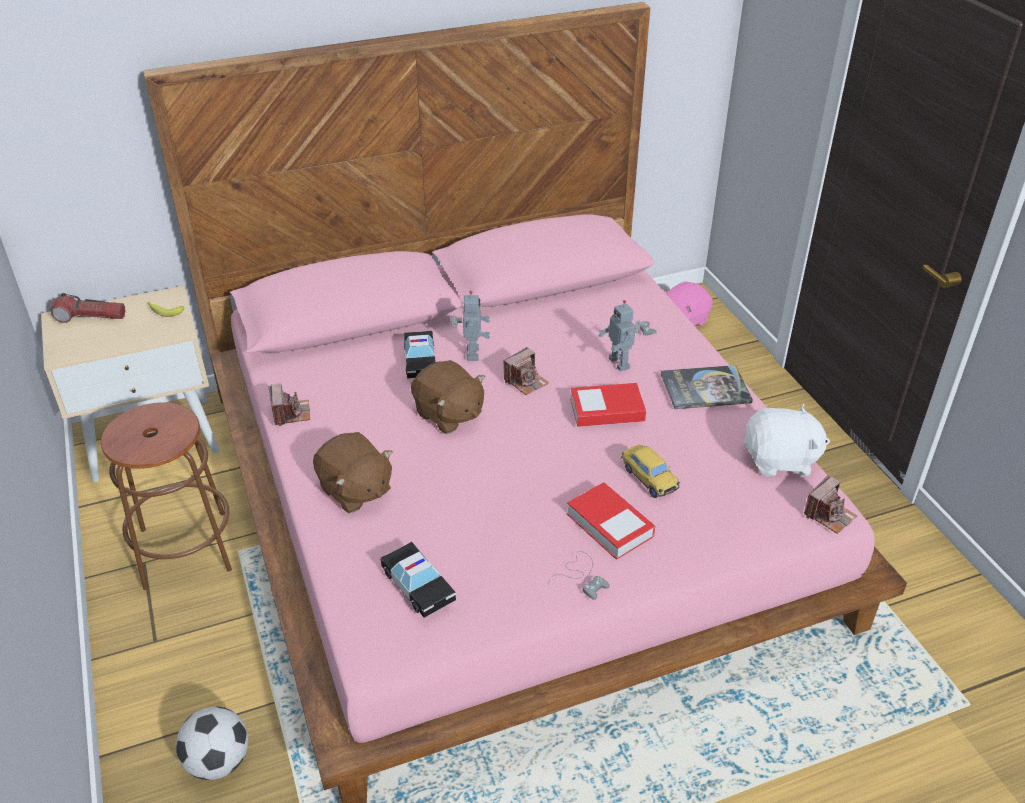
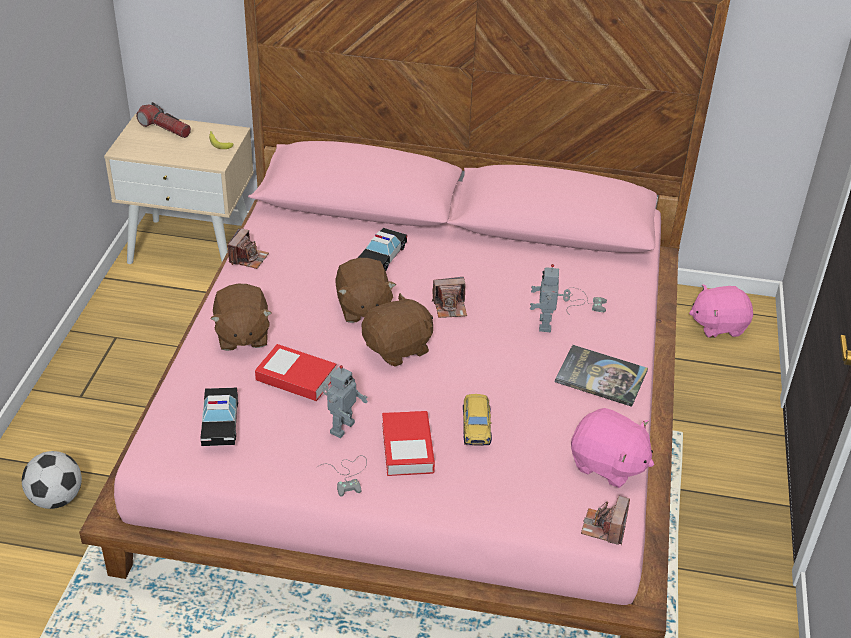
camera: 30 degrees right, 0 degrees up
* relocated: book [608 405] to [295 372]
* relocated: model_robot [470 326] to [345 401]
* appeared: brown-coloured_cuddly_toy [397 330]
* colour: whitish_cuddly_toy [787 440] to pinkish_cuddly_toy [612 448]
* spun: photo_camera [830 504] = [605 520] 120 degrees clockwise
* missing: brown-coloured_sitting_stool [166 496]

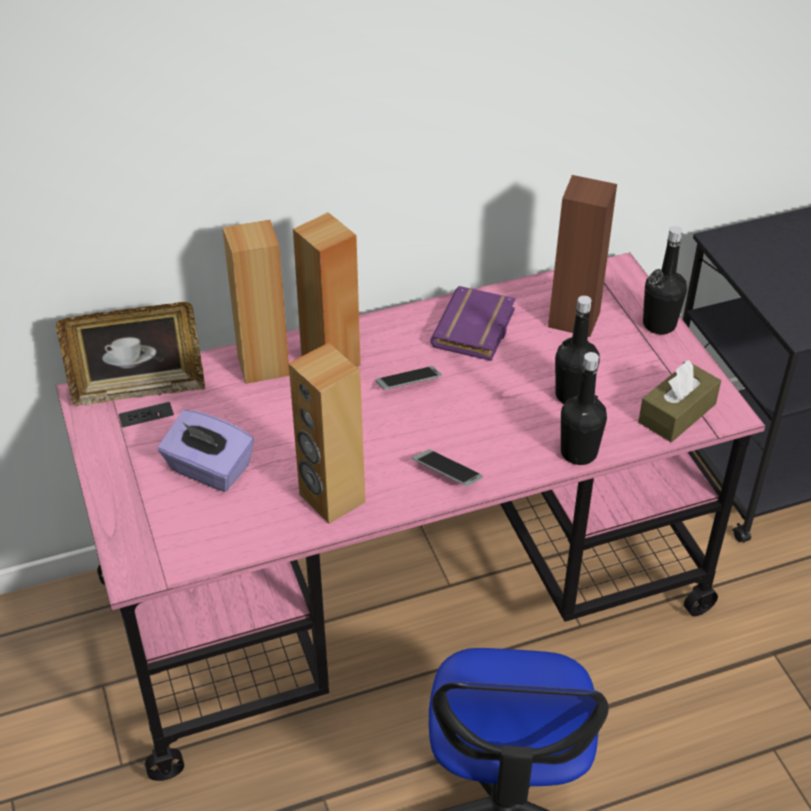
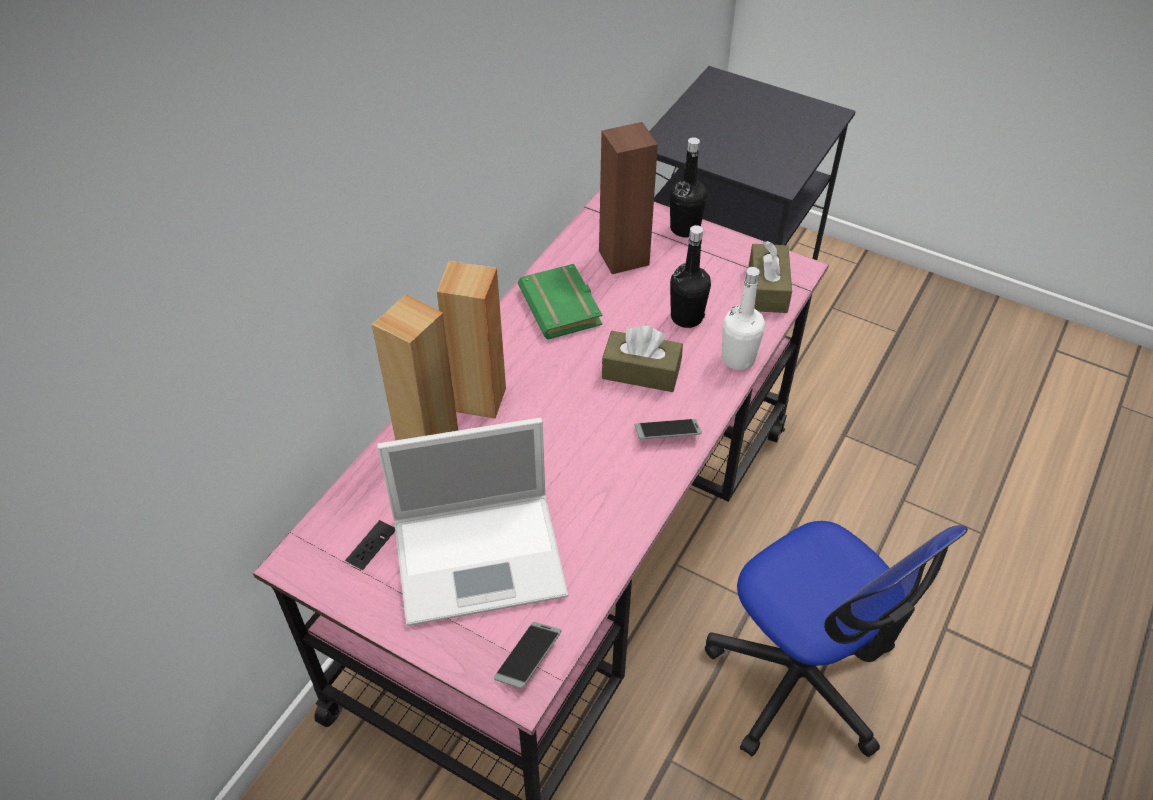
camera: 40 degrees left, 5 degrees up
* exchanged: purple-coloured_box_of_tissues [206 451] to laptop [472 521]
* relocated: telephone [408 378] to [527 655]
* colour: purple-coloured_book [473 323] to green_book [560 302]
* appeared: brown-coloured_box_of_tissues [642 359]
* colour: black_bottle [584 408] to whitish_bottle [743 318]
* missing: picture_frame [130 354]
* missing: brown-coloured_speaker [327 433]

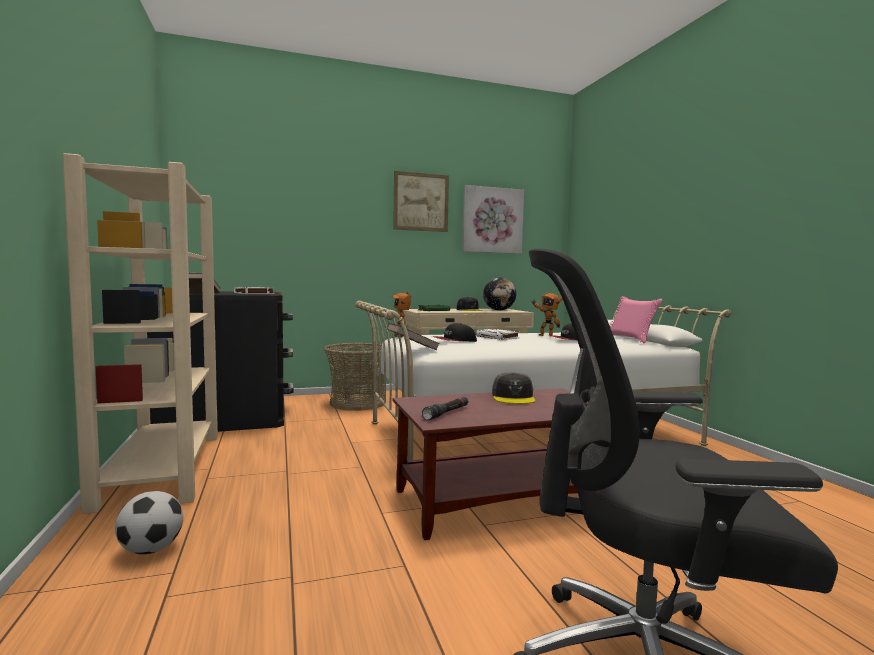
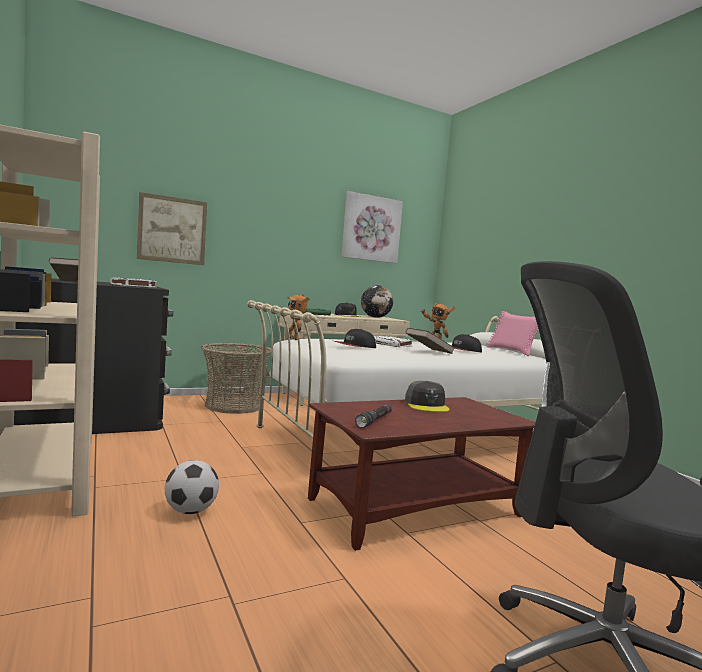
camera: 10 degrees left, 0 degrees up
* relocated: wall_picture [421 201] to [172 228]
* relocated: football_ball [149 522] to [192 487]
* relocated: brown-coloured_book [413 336] to [429 341]

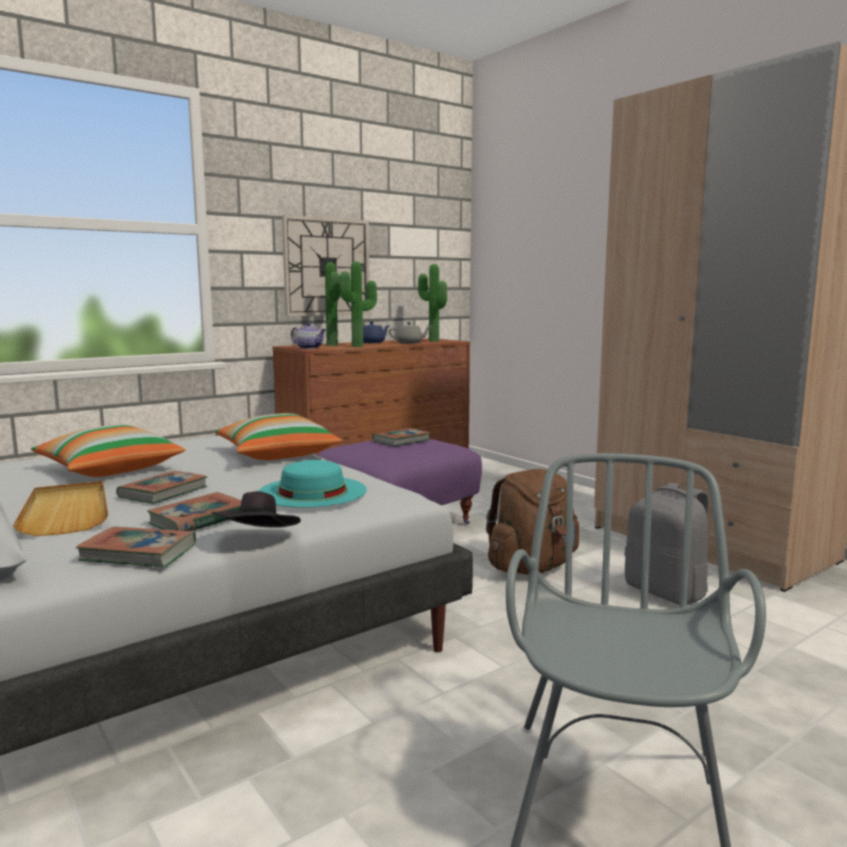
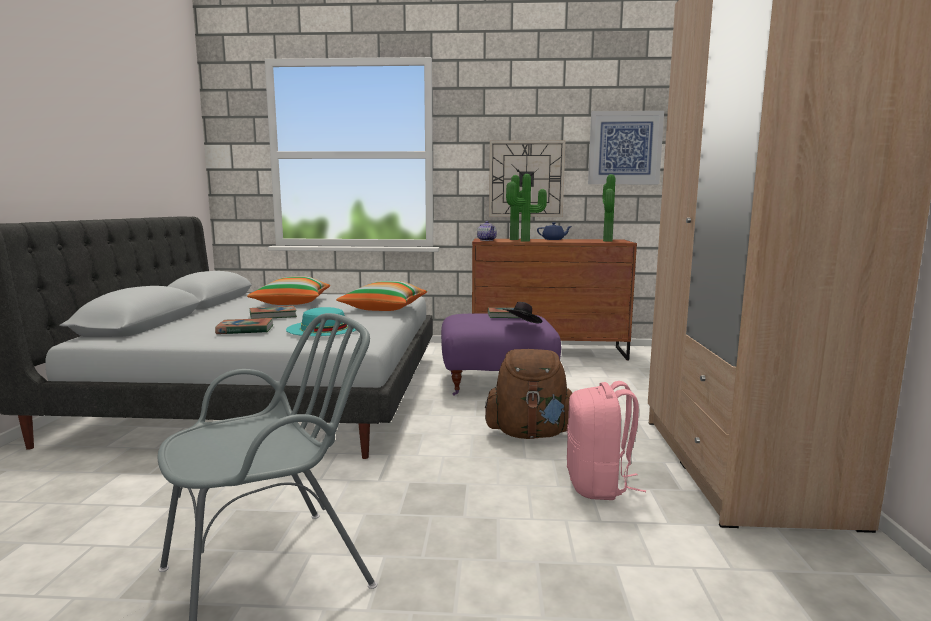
camera: 40 degrees right, 0 degrees up
* relocated: black_hat [256 509] to [522 313]
* colour: grey_backpack [667 544] to pinkish_backpack [606 440]
* appeared: wall_picture [626 147]
* missing: beige_serving_tray [60 508]
* missing: book [136 547]
* missing: grey_teapot [410 333]

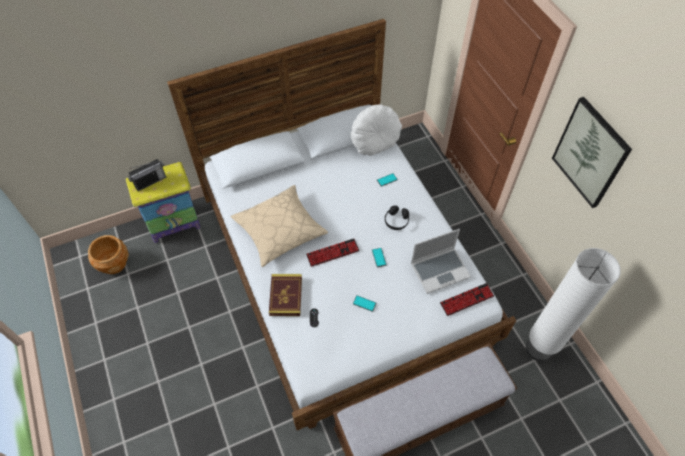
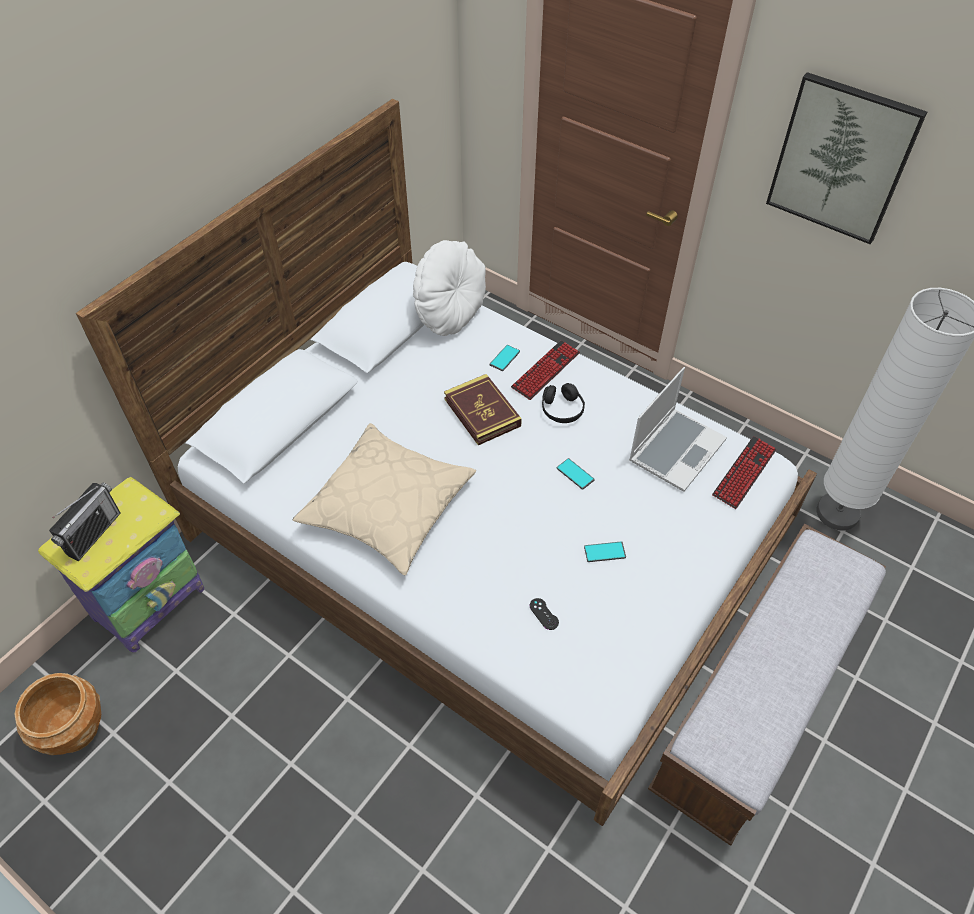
camera: 30 degrees left, 5 degrees down
* relocated: book [285 295] to [483 409]
* relocated: PC_keyboard [332 252] to [545 370]

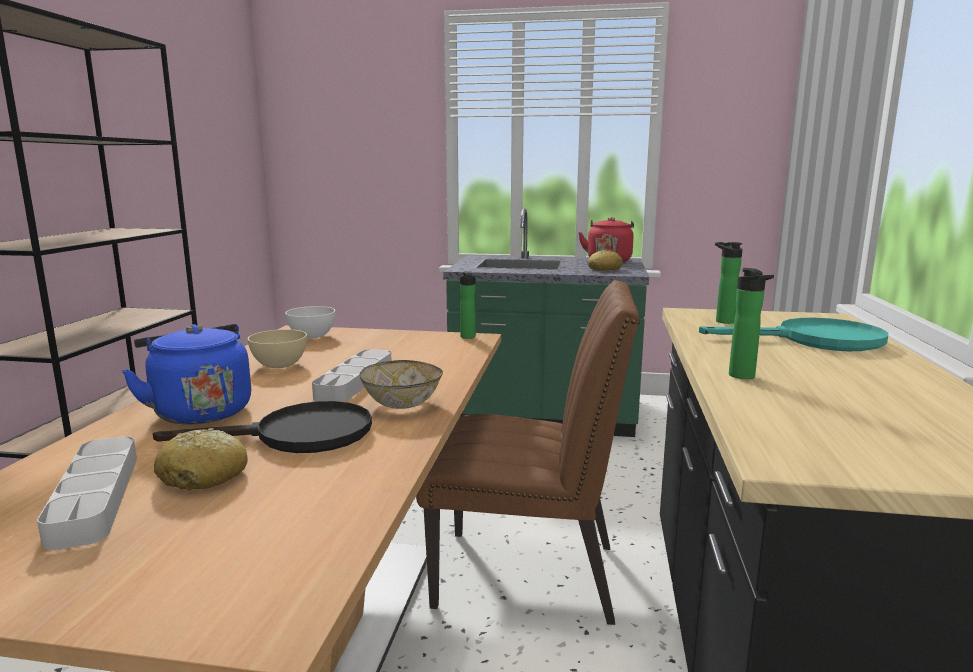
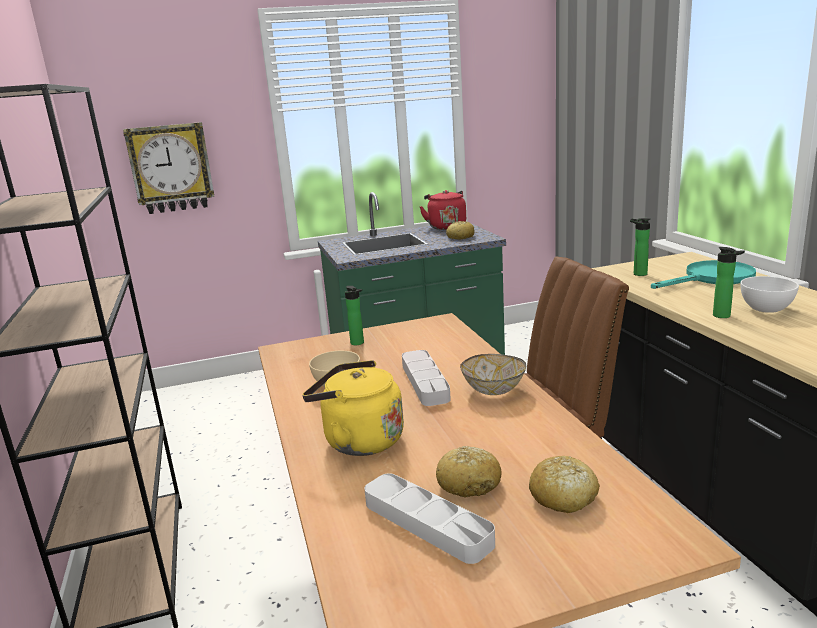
camera: 25 degrees left, 5 degrees up
* appeared: clock_on_the_wall [168 168]
* colour: blue-coloured_tea_kettle [186 374] to yellowish_tea_kettle [353 408]
* relocated: bottle [468 305] to [354 315]
* appeared: baked_bread [564 484]
* relocated: whitish_deep_dish [310 322] to [770 294]
* missing: black_skillet [262 427]

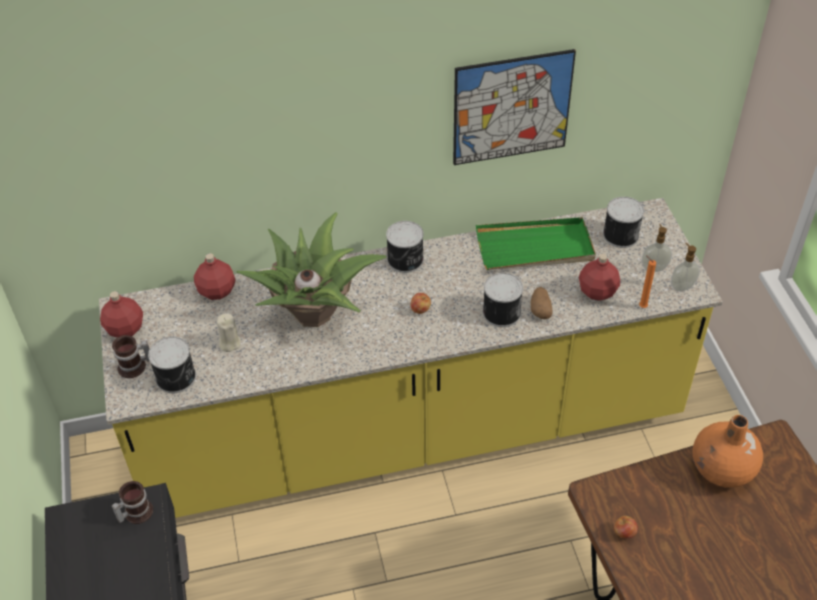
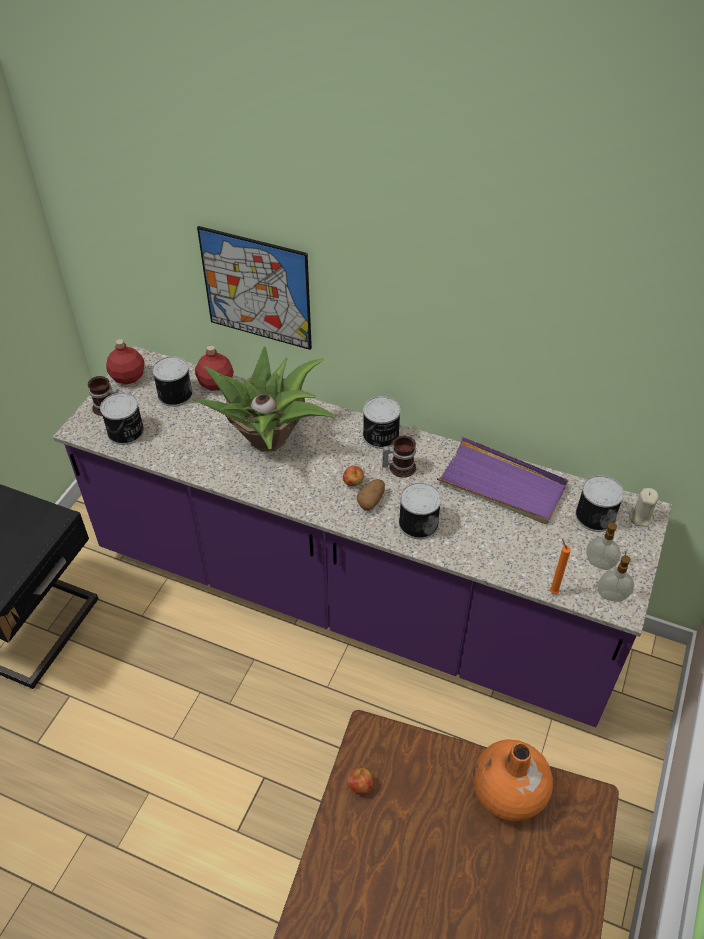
camera: 35 degrees right, 0 degrees up
* colour: yellowish_kitchen_counter [411 358] to purple-coloured_kitchen_counter [362 536]
* appeared: can [172 381]
* relocated: wall_picture [514 107] to [254 288]
* relocated: whole_potato [542 303] to [371 495]
* relocated: coffee_mug [132 502] to [399 457]
* colour: green_serving_tray [536 243] to purple-coloured_serving_tray [502 480]
* relocated: beige_wax_candle [229 332] to [644 507]
* missing: red_bottle [599 277]

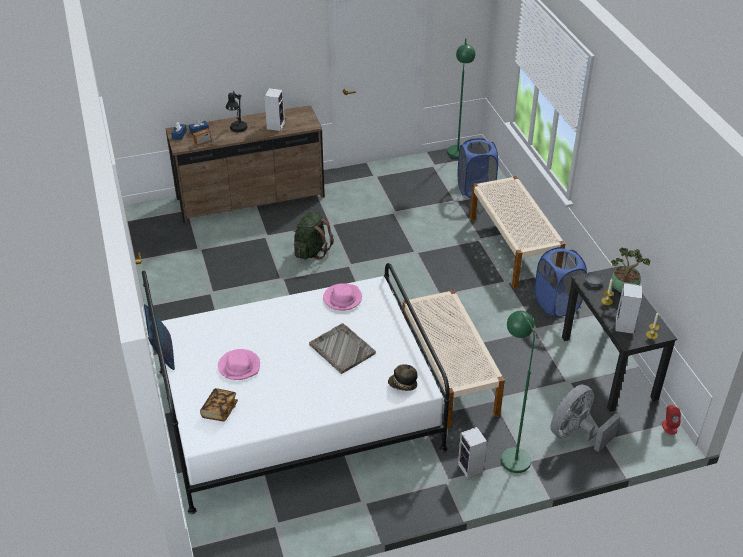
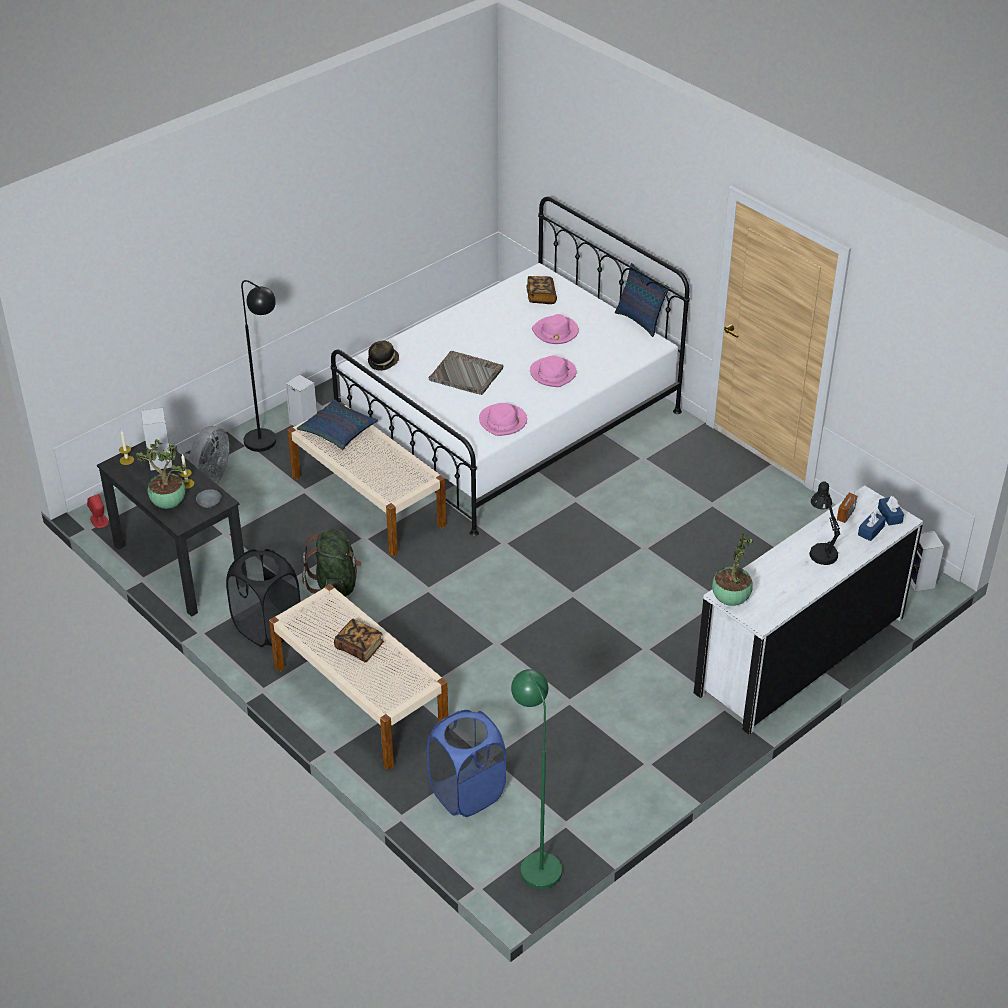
camera: 155 degrees right, 0 degrees up
* colour: blue-coloured_hamper [561 282] to black_hamper [263 598]
* colour: green_standard_lamp [518 392] to black_standard_lamp [258 366]
* appeared: blue-coloured_pillow [337 424]
* relocated: green_backpack [314 236] to [332 563]
* appeared: book [359 640]
* appeared: pinkish_hat [553 371]
* colour: brown-coloured_dresser [245 164] to whitish_dresser [808 610]
* appeared: potted_plant [732 569]
* relocated: speaker [274 109] to [927 561]

